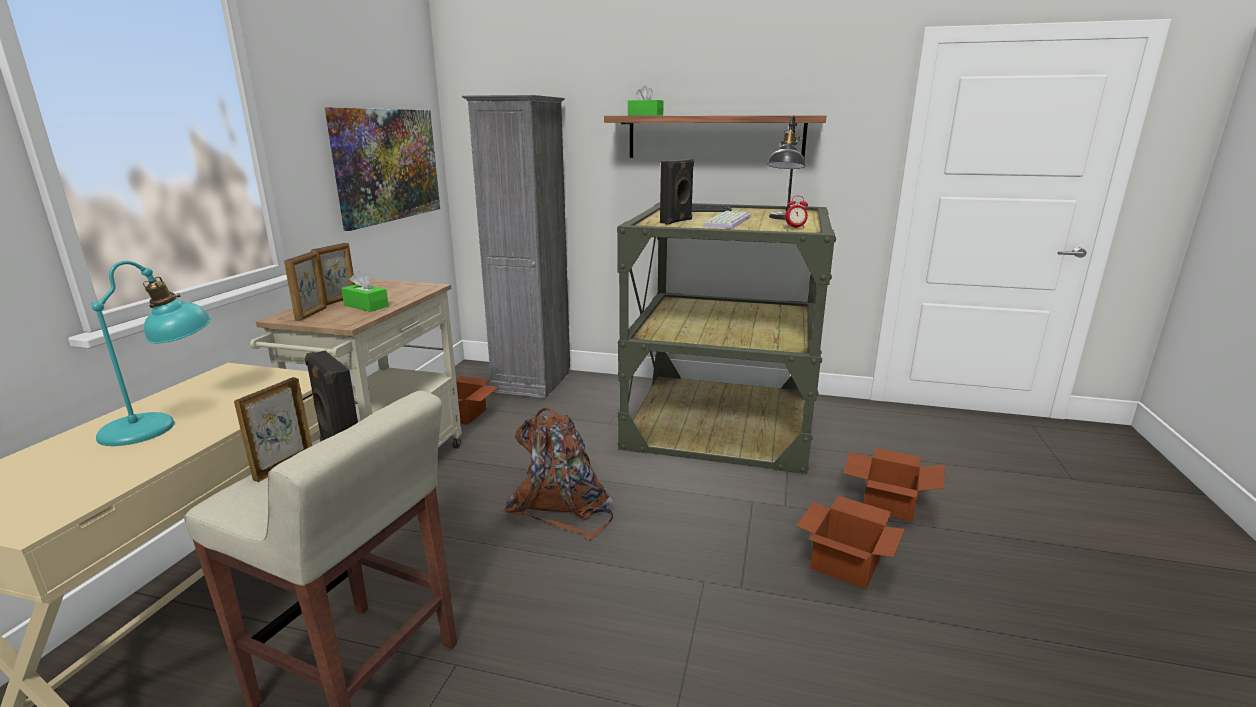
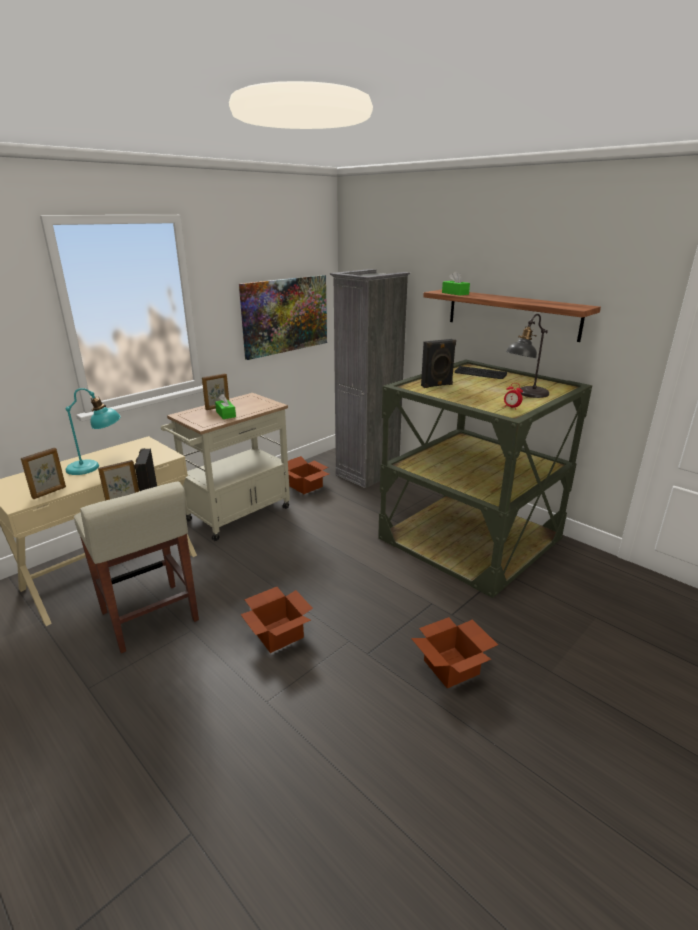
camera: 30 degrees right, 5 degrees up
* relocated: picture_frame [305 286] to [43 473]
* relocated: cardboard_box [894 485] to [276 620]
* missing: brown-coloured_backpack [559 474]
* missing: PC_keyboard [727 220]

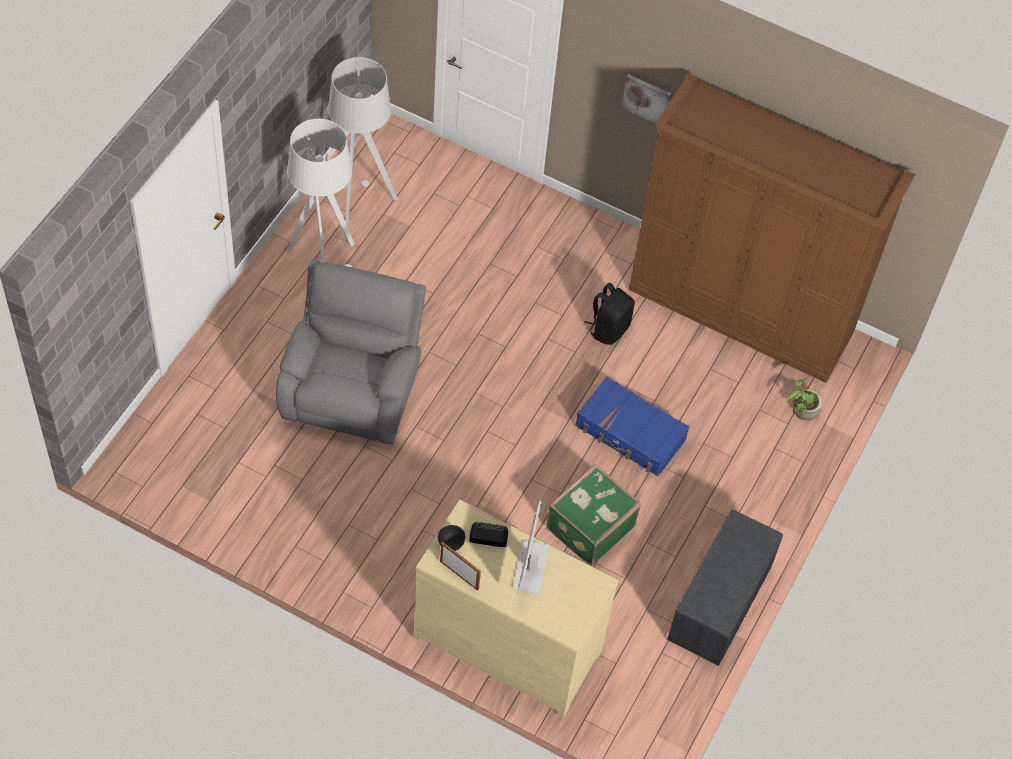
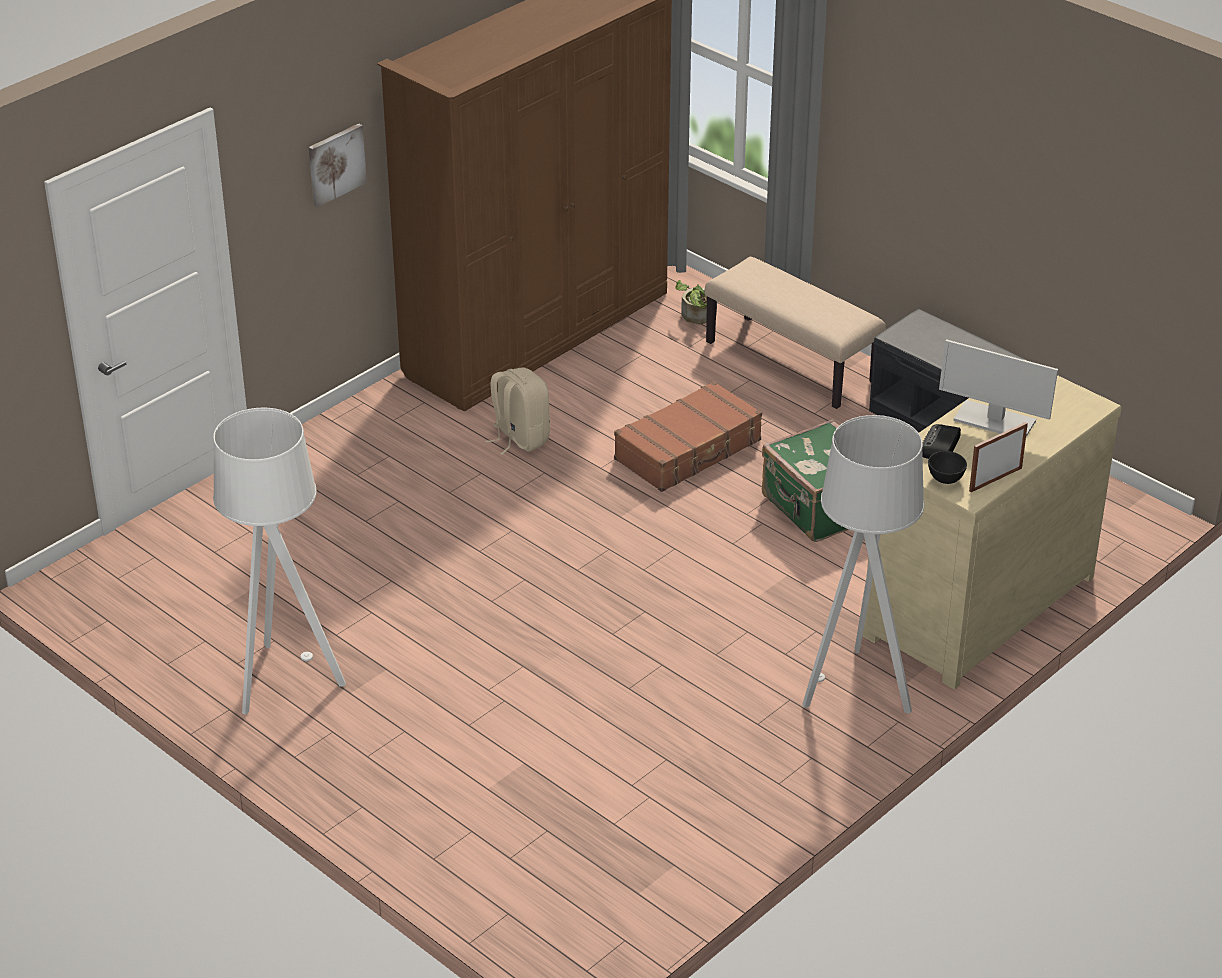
camera: 70 degrees left, 20 degrees down
* colour: black_backpack [610 314] to beige_backpack [517 411]
* colour: blue-coloured_suitcase [632 426] to brown-coloured_suitcase [688 436]
* appeared: beige_indoor_bench [795 333]
* relocated: grey_standard_lamp [363 142] to [863 564]
* missing: grey_easy_chair [351 352]

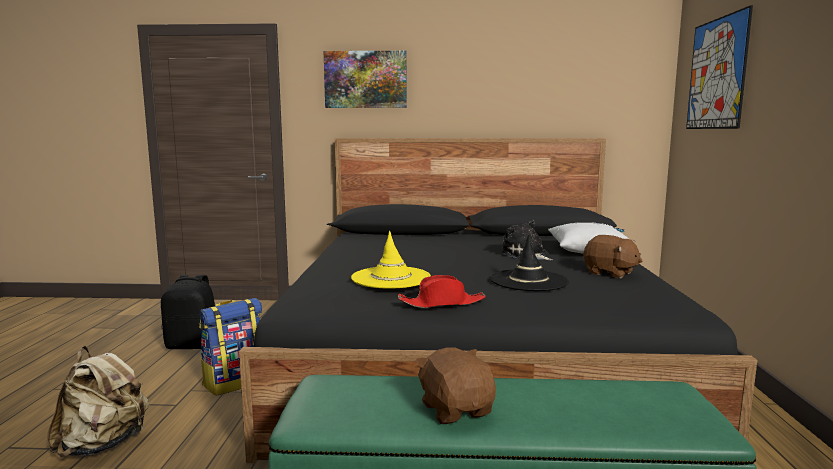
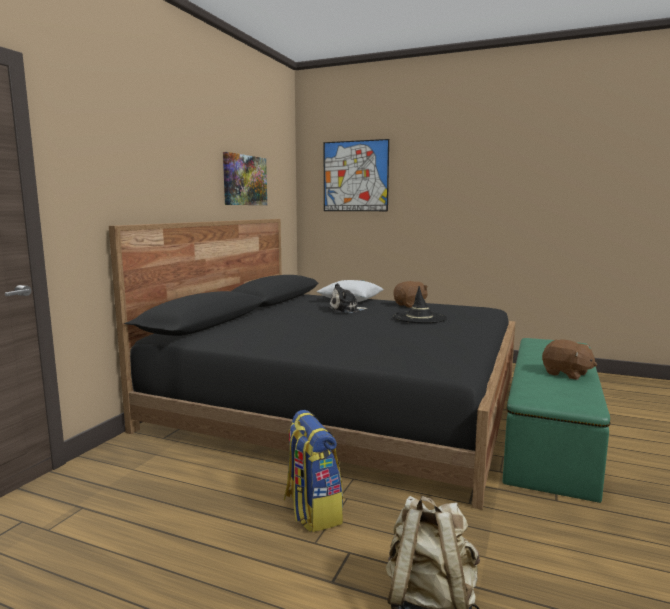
camera: 70 degrees left, 0 degrees up
* relocated: wall_picture [365 79] to [245 178]
* spun: brown-coloured_cuddly_toy [455 385] = [569 359] 135 degrees counterclockwise
* missing: black_backpack [188 312]
* missing: yellowish_hat [391 259]
* missing: red_hat [442 291]

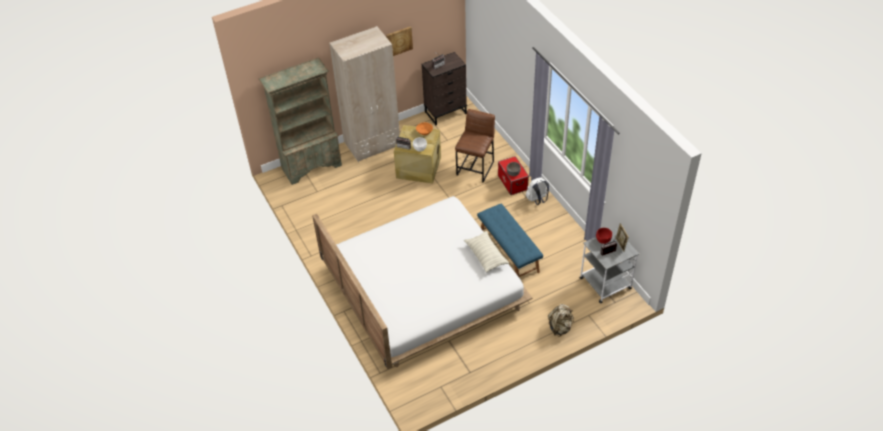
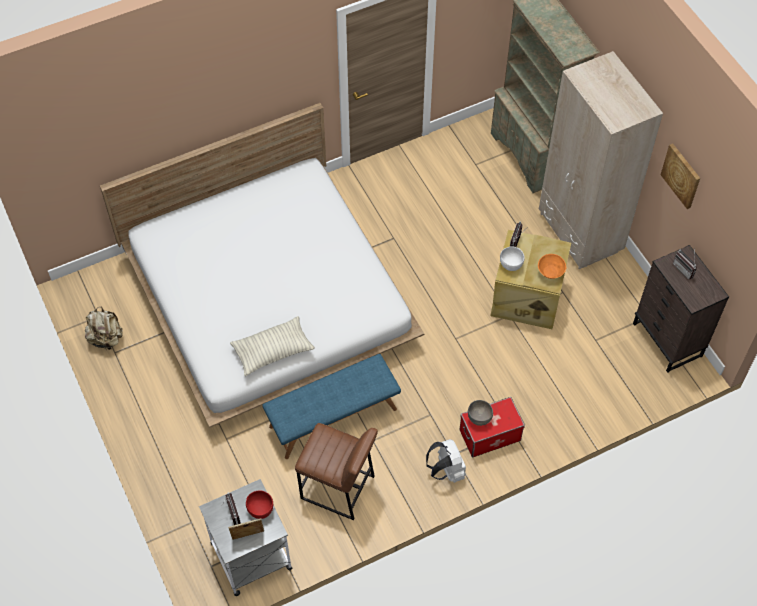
camera: 90 degrees right, 10 degrees up
* relocated: beige_backpack [561 320] to [104 328]
* relocated: brown-coloured_upright_chair [475 145] to [336 471]

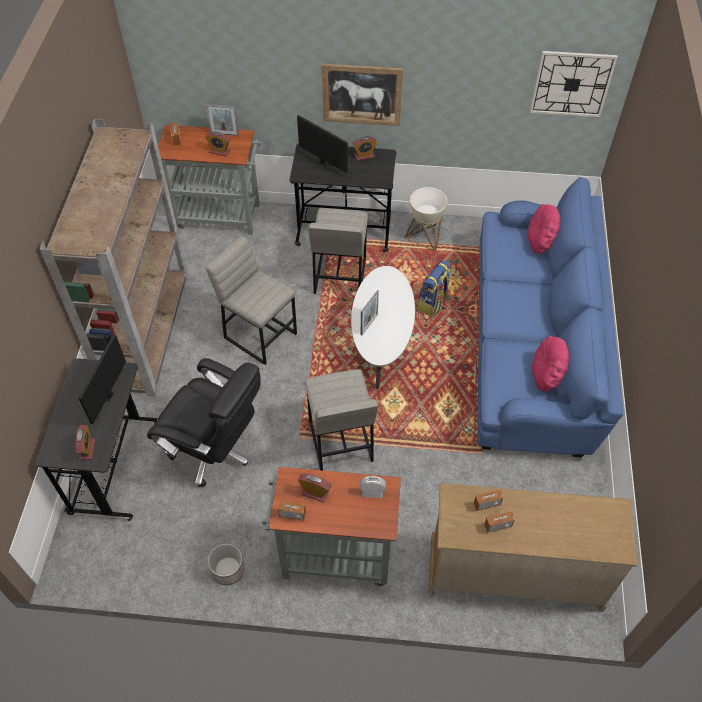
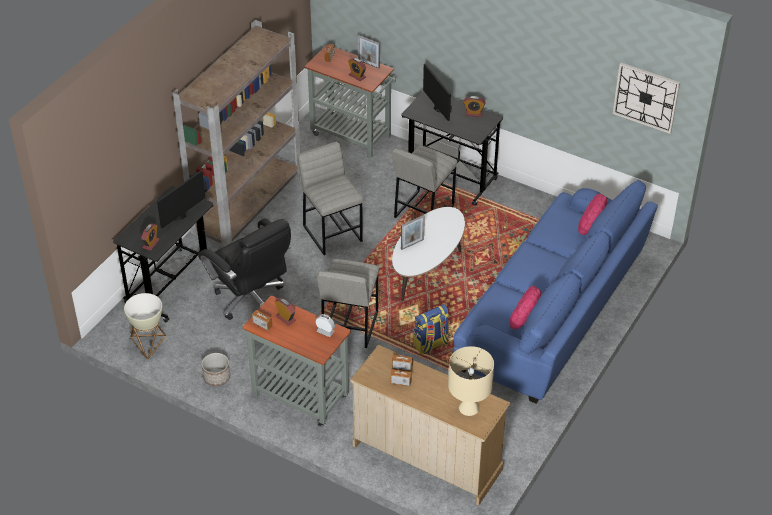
camera: 25 degrees right, 10 degrees down
* relocated: flower_pot [425 219] to [145 326]
* relocated: backpack [434 288] to [431 329]
* appeared: beige_tabletop_lamp [471 381]
* missing: wall_picture [362 95]

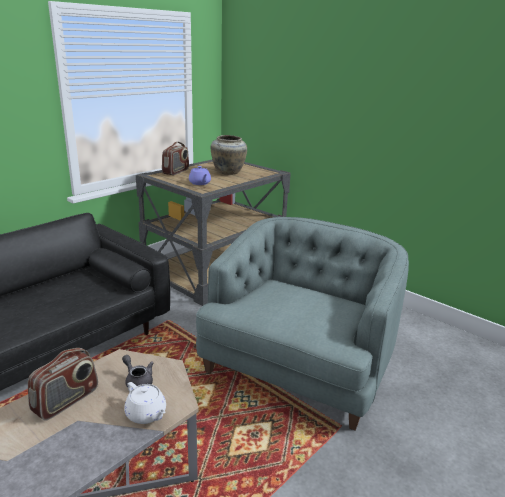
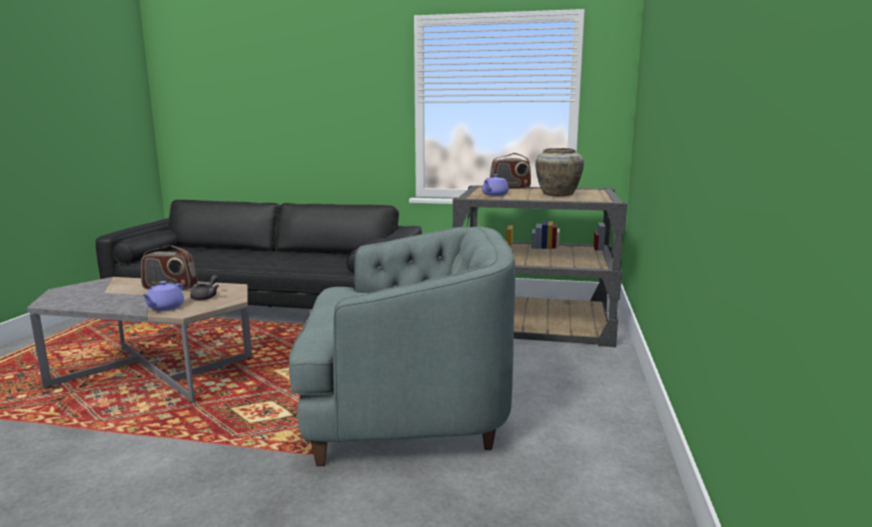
camera: 60 degrees right, 10 degrees down
* colour: whitish_teapot [145 403] to purple-coloured_teapot [163 296]

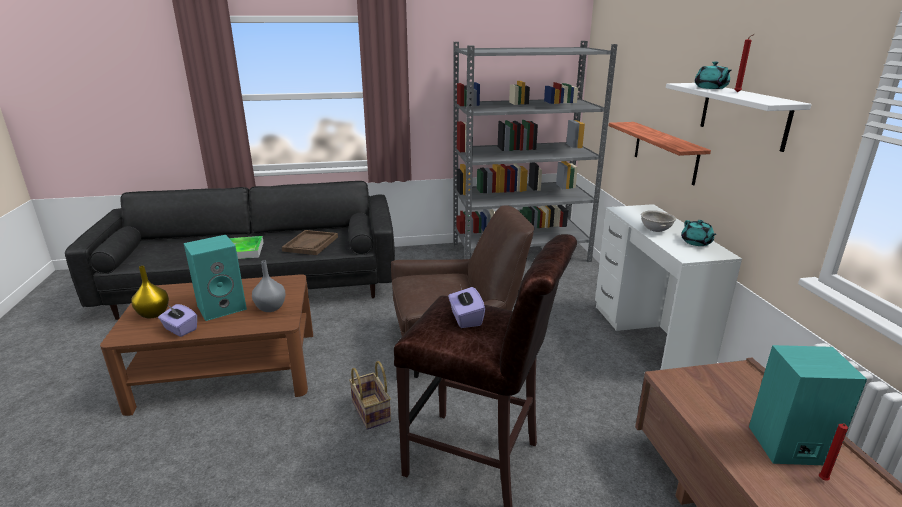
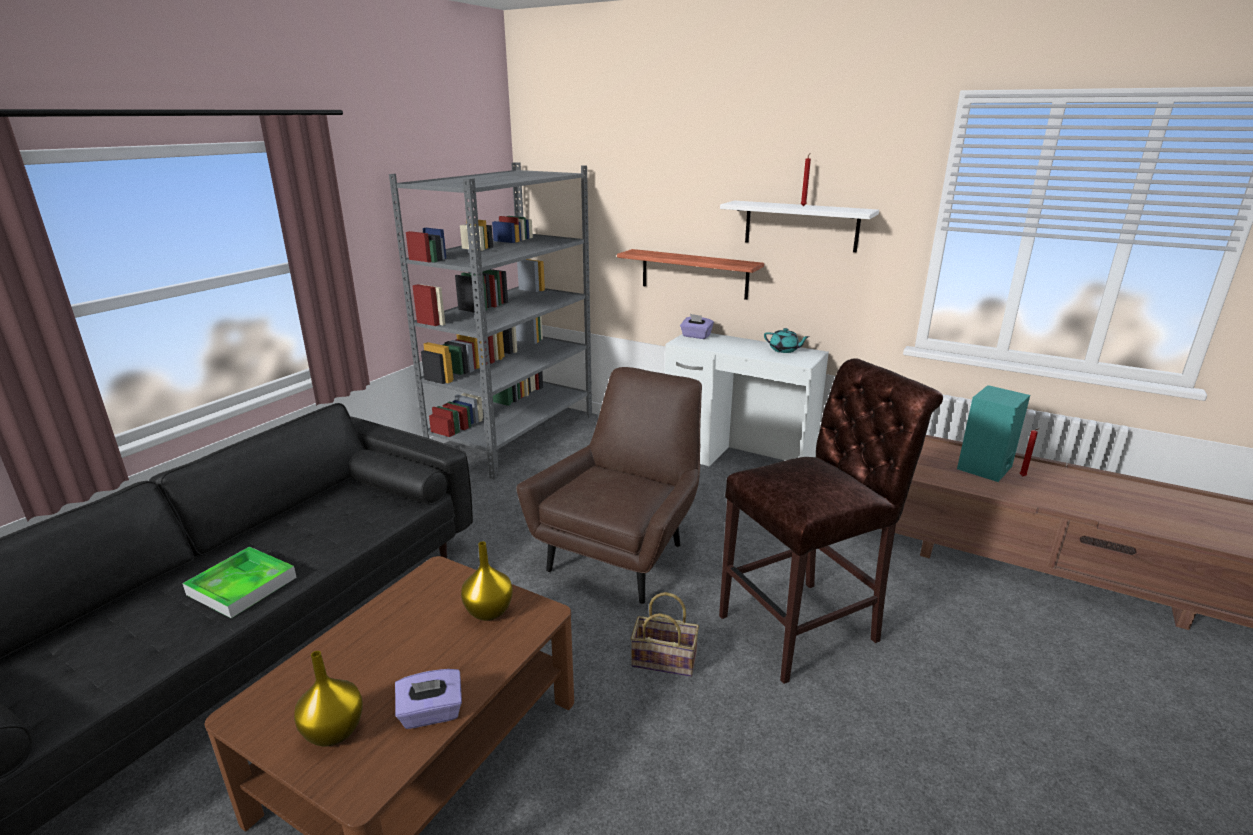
camera: 50 degrees left, 0 degrees up
* colour: grey_vase [269 286] to yellowish_vase [487 581]
* relocated: purple-coloured_box_of_tissues [466 306] to [697 326]
* missing: blue-green_speaker [215 278]
* missing: brown-coloured_serving_tray [310 242]
* missing: grey_deep_dish [658 221]
* missing: blue-green_teapot [713 75]

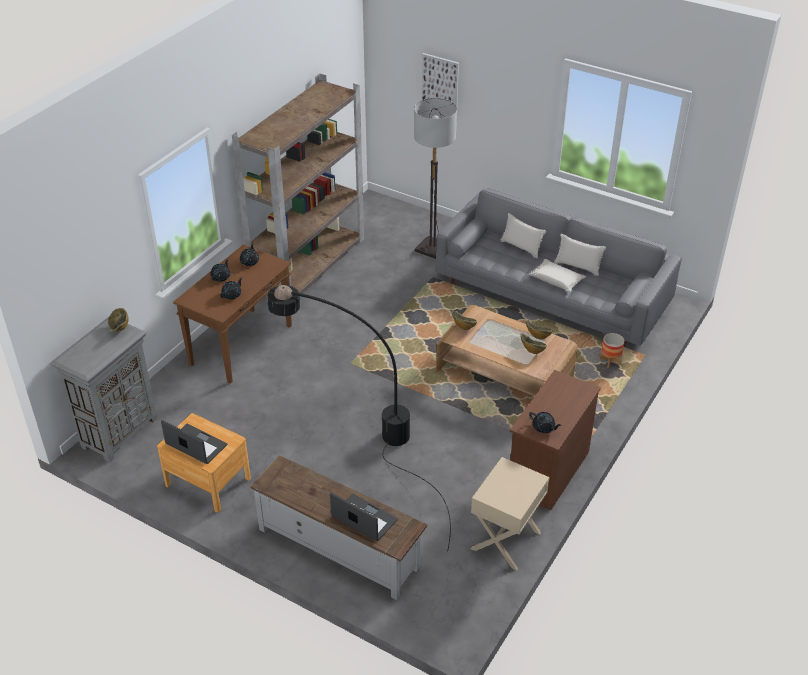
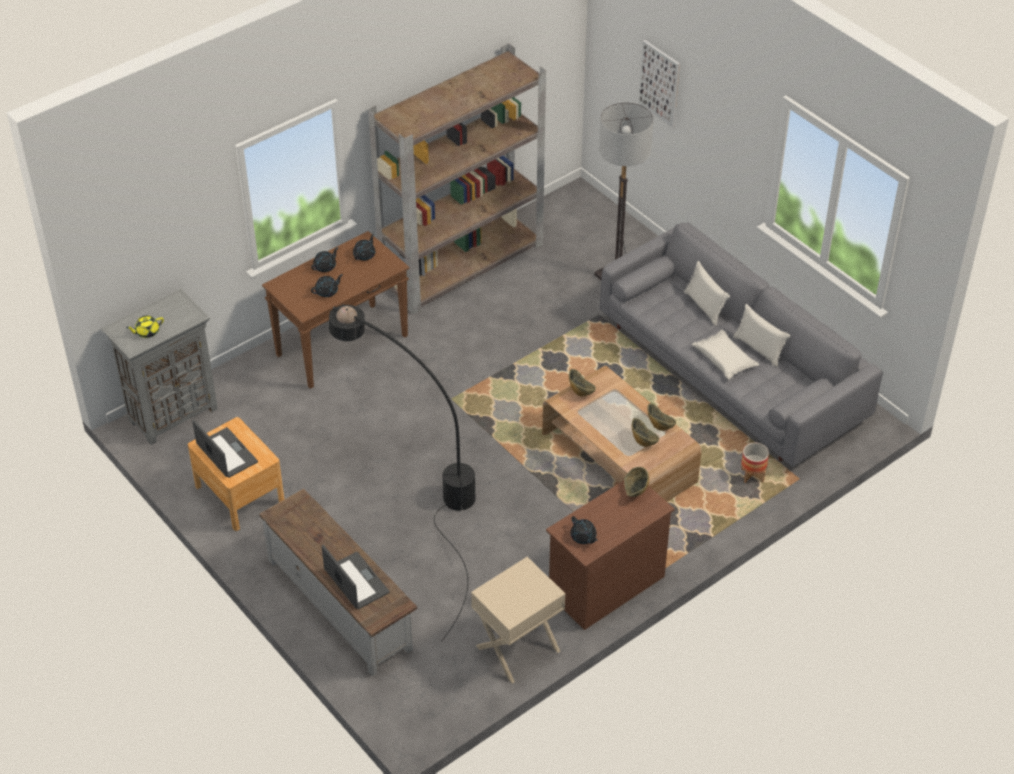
camera: 20 degrees right, 5 degrees up
* appeared: yellowish_teapot [145 327]
* relocated: deep_dish [118 320] to [636 482]

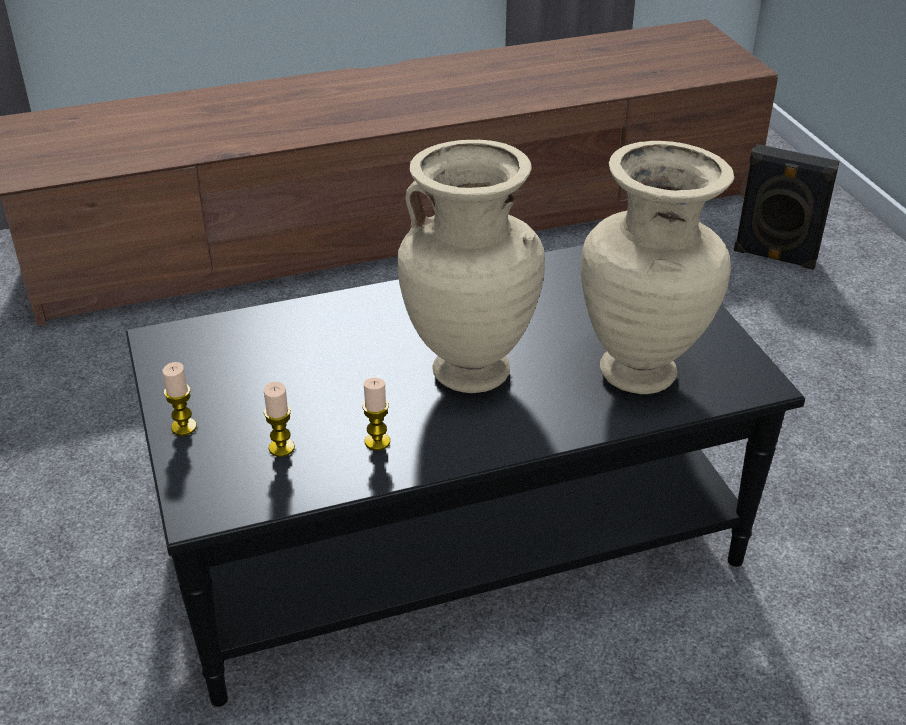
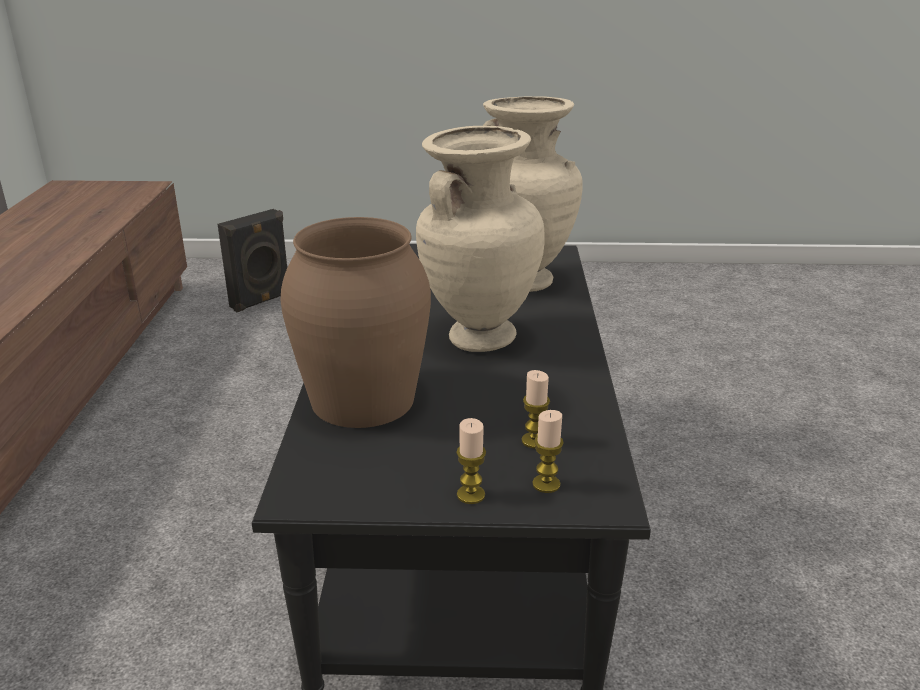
camera: 70 degrees left, 10 degrees down
* appeared: brown-coloured_vase [355 322]
* relocated: wax_candle [376 414] to [548 451]

